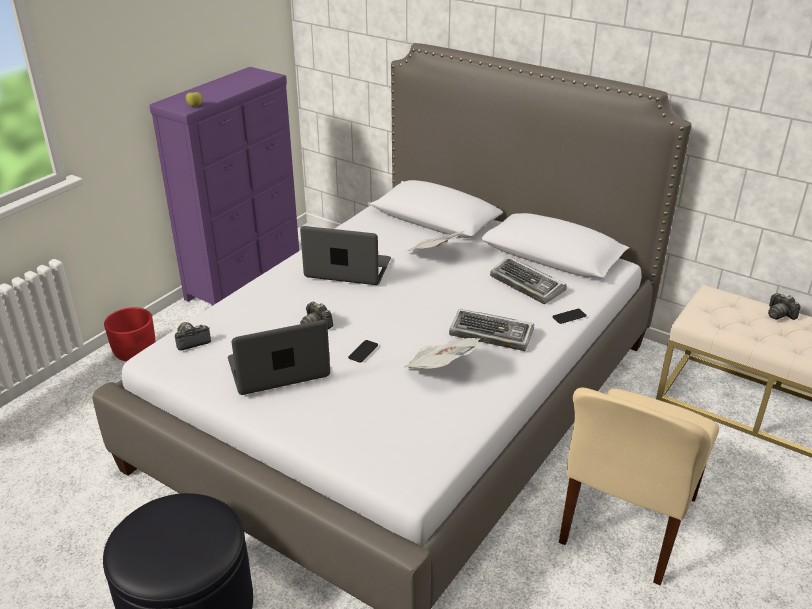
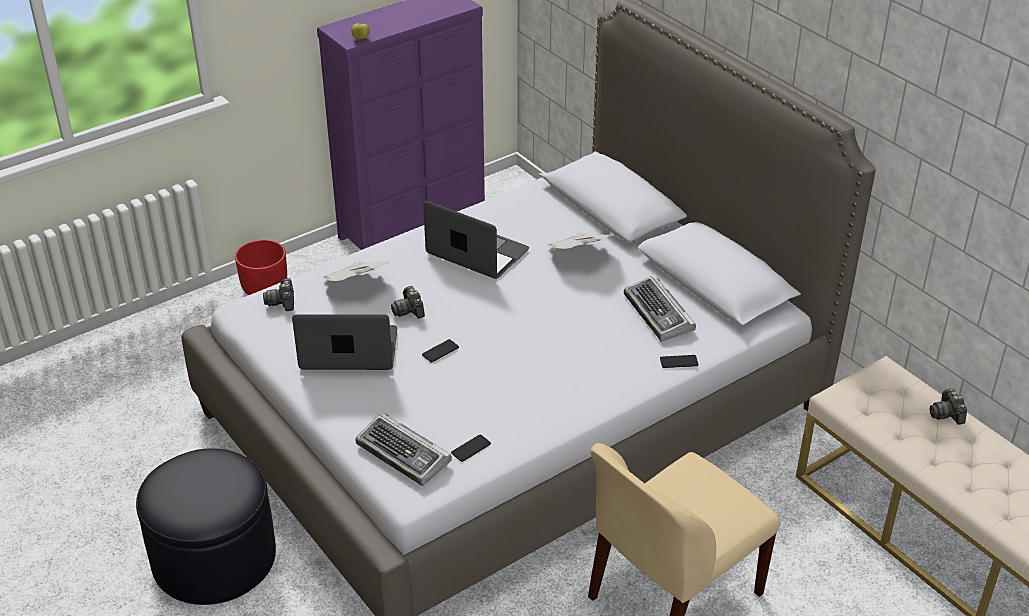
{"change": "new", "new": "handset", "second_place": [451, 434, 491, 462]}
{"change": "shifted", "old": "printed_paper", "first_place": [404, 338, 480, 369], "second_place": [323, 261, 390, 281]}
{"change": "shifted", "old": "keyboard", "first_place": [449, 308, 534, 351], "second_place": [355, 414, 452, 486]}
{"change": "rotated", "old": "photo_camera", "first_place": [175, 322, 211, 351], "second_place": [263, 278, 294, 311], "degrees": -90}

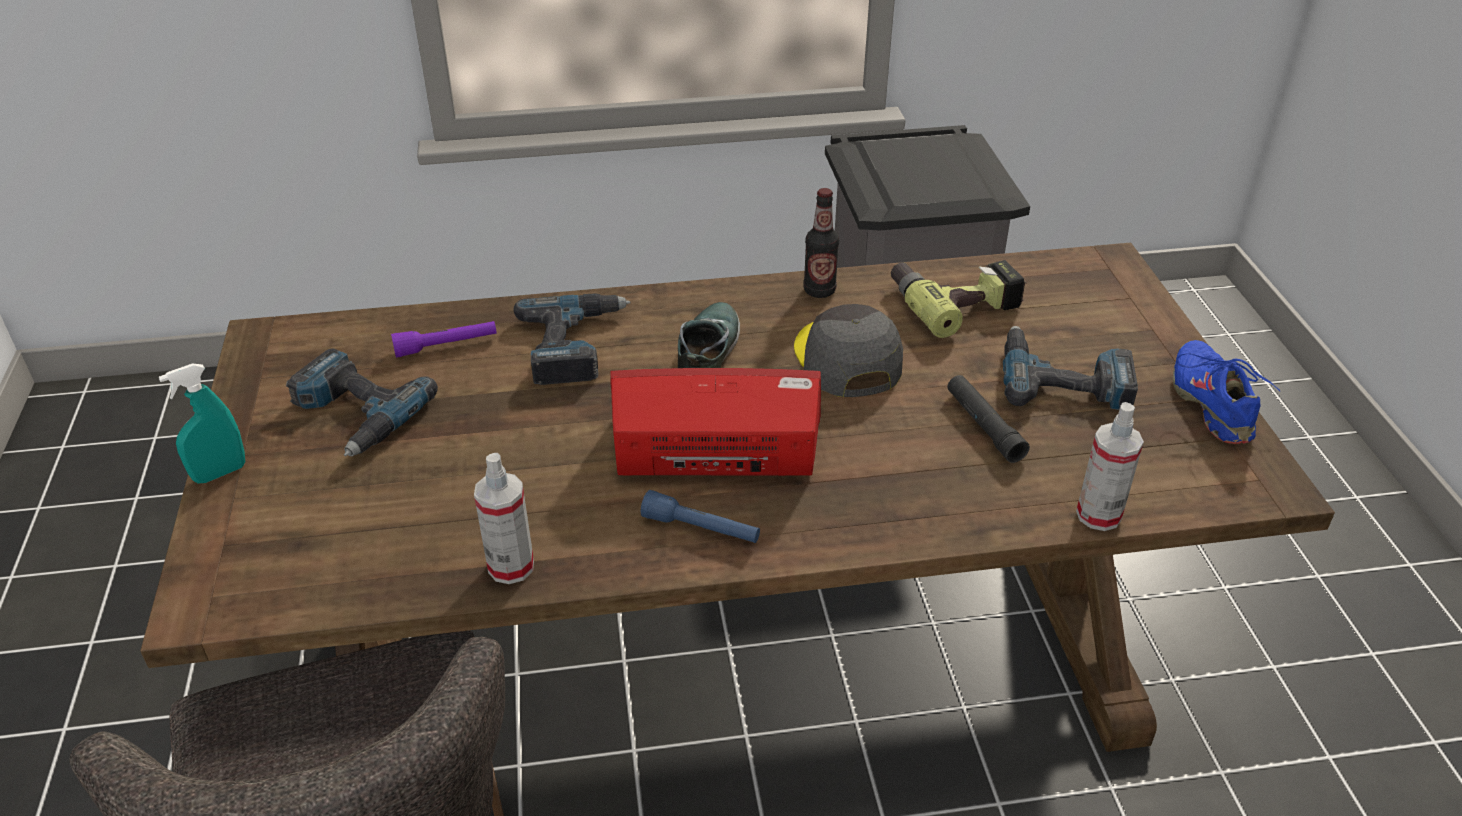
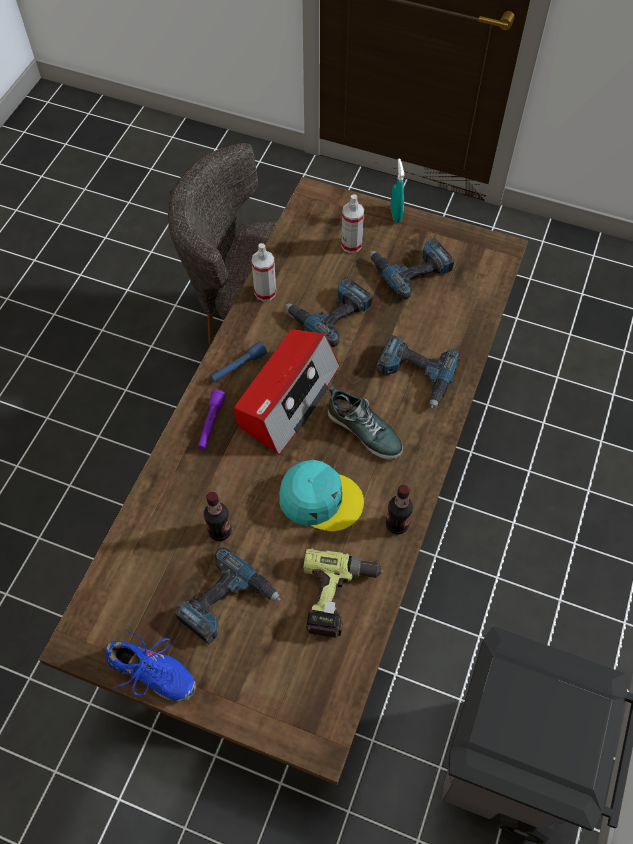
{"change": "new", "new": "power_drill", "second_place": [286, 277, 372, 347]}
{"change": "shifted", "old": "purple-coloured_hand_torch", "first_place": [391, 321, 497, 358], "second_place": [198, 390, 226, 450]}
{"change": "shifted", "old": "spray_bottle", "first_place": [1076, 402, 1144, 531], "second_place": [341, 194, 364, 253]}
{"change": "swapped", "old": "black-coloured_hand_torch", "new": "beverage_bottle", "first_place": [947, 375, 1030, 463], "second_place": [204, 492, 231, 541]}
{"change": "repainted", "old": "gray_peaked_cap", "new": "turquoise_peaked_cap", "first_place": [794, 304, 903, 397], "second_place": [279, 460, 364, 532]}

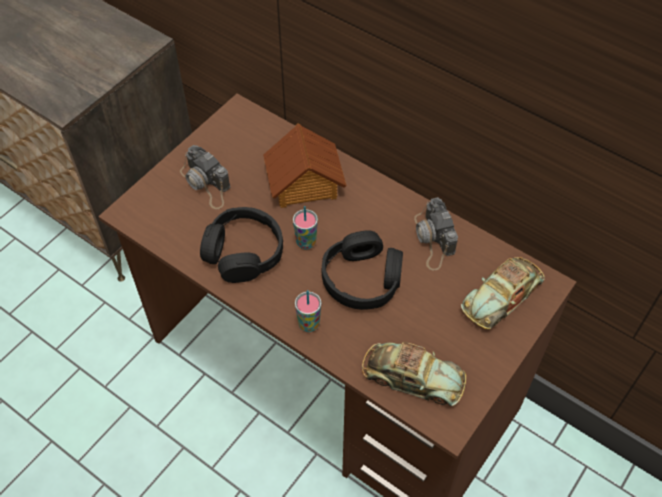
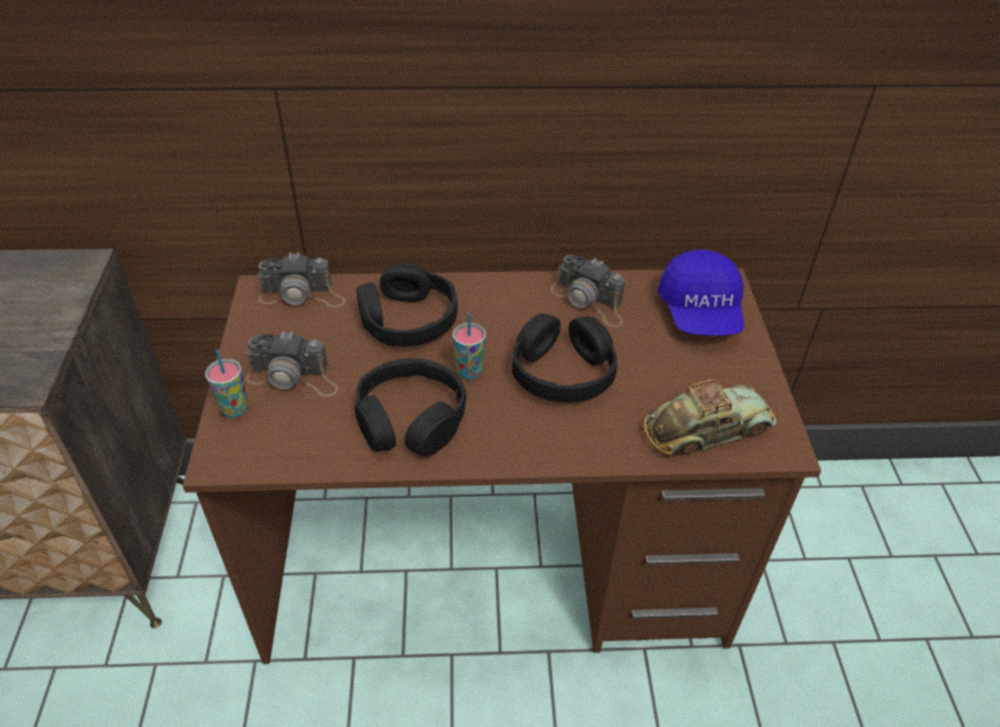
{"change": "new", "new": "photo_camera", "second_place": [257, 252, 346, 308]}
{"change": "shifted", "old": "drinking_cup", "first_place": [295, 290, 321, 332], "second_place": [205, 350, 248, 418]}
{"change": "swapped", "old": "miniature_house", "new": "black-coloured_headset", "first_place": [263, 124, 347, 208], "second_place": [356, 263, 458, 347]}
{"change": "swapped", "old": "model_car", "new": "blue_peaked_cap", "first_place": [461, 257, 545, 330], "second_place": [657, 249, 744, 336]}

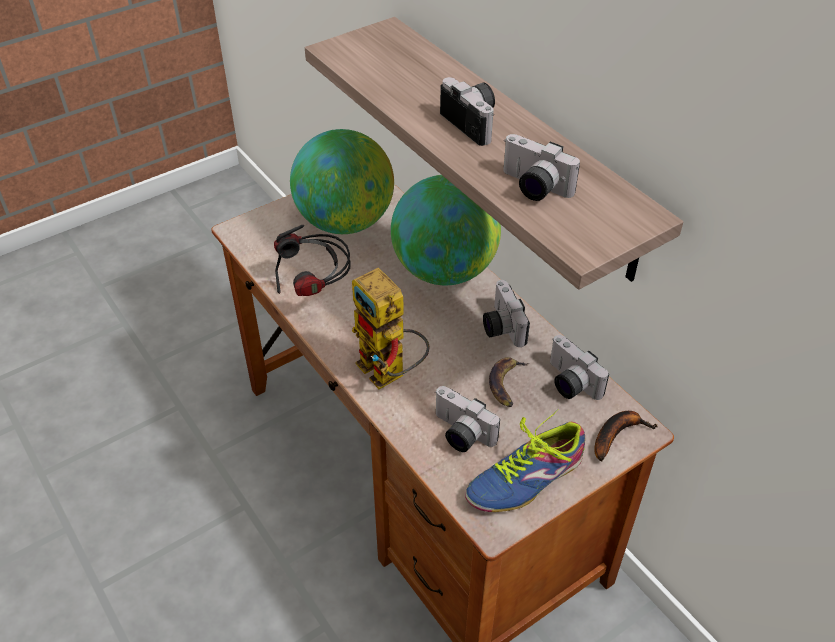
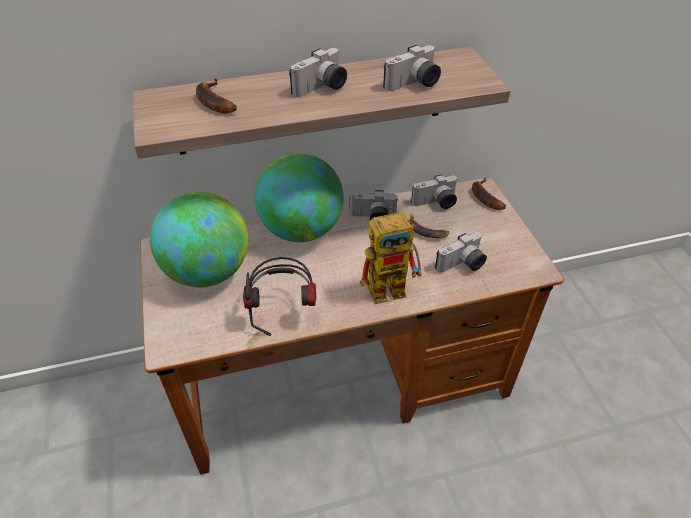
{"change": "gone", "old": "low_shoe", "first_place": [465, 409, 585, 512]}
{"change": "new", "new": "banana", "second_place": [196, 79, 237, 113]}
{"change": "rotated", "old": "photo_camera", "first_place": [440, 77, 495, 146], "second_place": [289, 48, 347, 97], "degrees": 150}

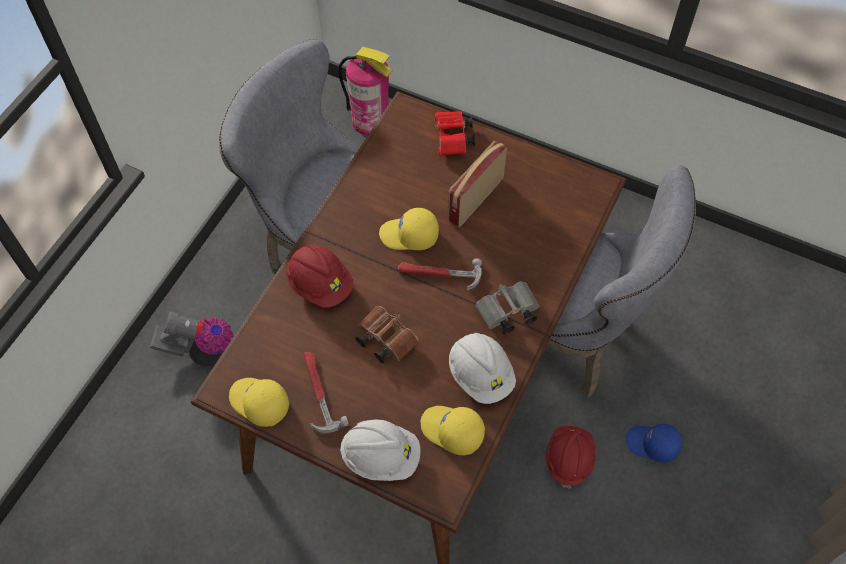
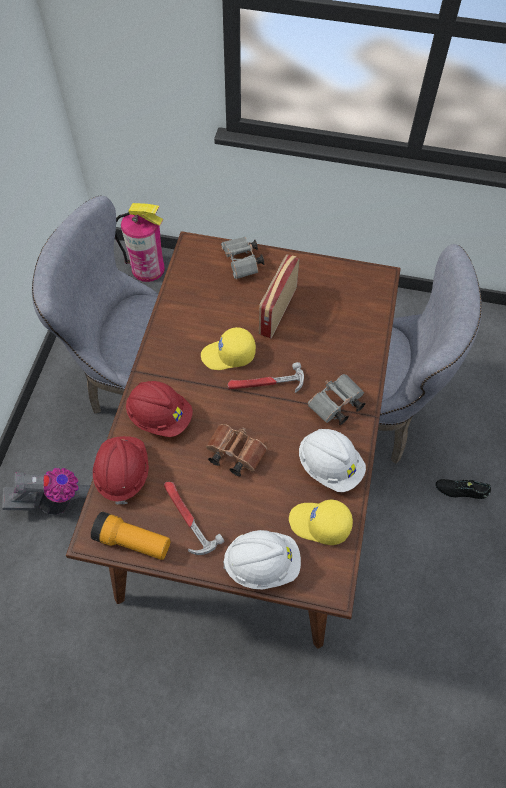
{"change": "shifted", "old": "reddish_work_helmet", "first_place": [546, 426, 595, 489], "second_place": [93, 436, 149, 504]}
{"change": "swapped", "old": "yellowish_peaked_cap", "new": "hand_torch", "first_place": [229, 378, 289, 427], "second_place": [91, 512, 170, 560]}
{"change": "swapped", "old": "blue_peaked_cap", "new": "black-coloured_low_shoe", "first_place": [626, 424, 682, 463], "second_place": [436, 479, 491, 499]}
{"change": "repainted", "old": "reddish_pair_of_binoculars", "new": "gray_pair_of_binoculars", "first_place": [434, 111, 475, 156], "second_place": [221, 237, 265, 279]}

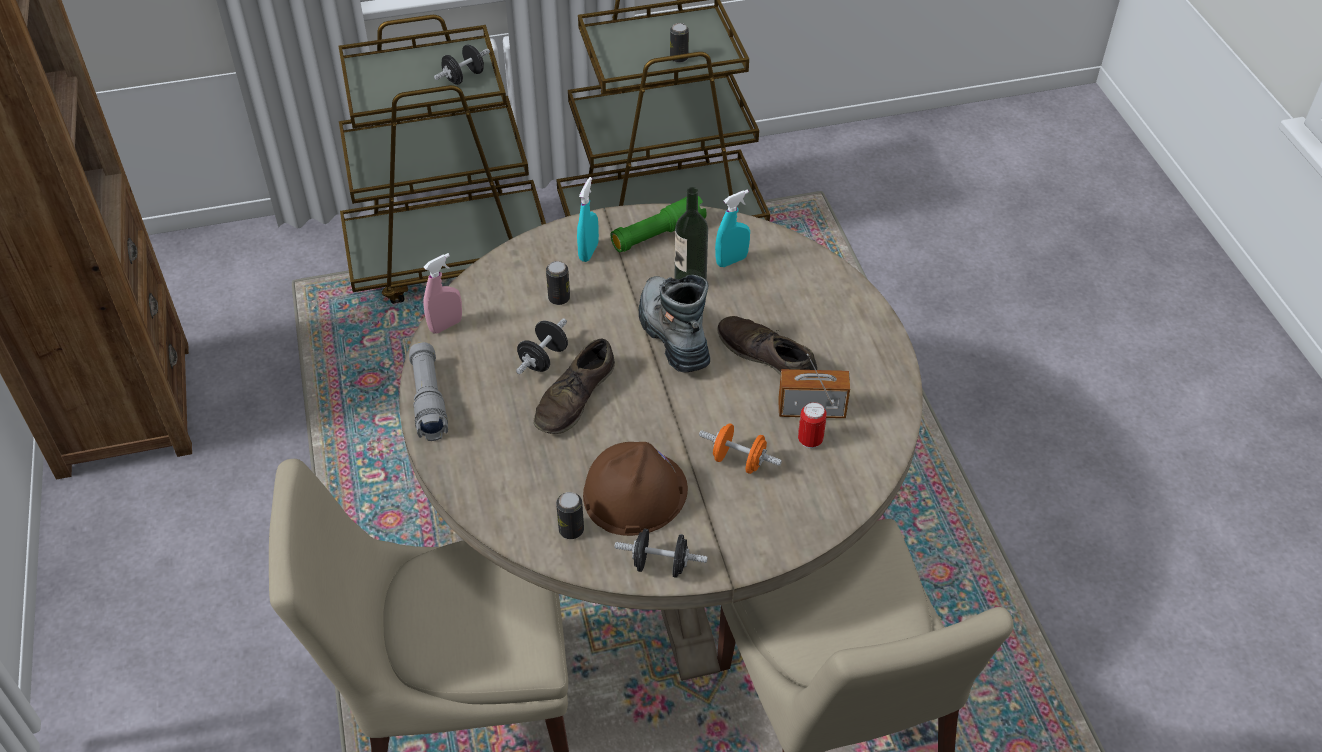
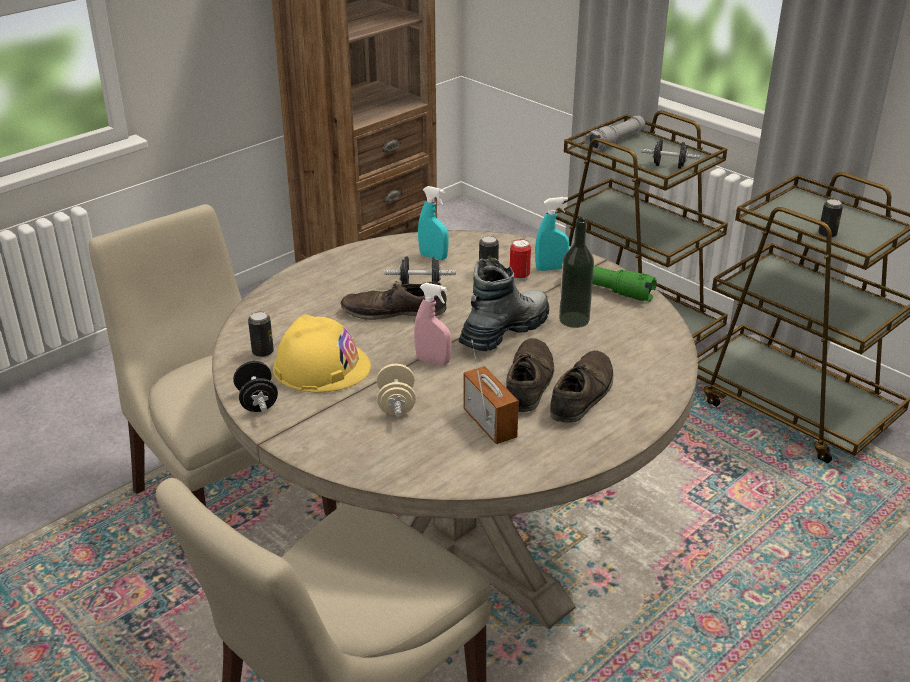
{"change": "new", "new": "brown-coloured_low_shoe", "second_place": [550, 350, 613, 423]}
{"change": "shifted", "old": "gray_hand_torch", "first_place": [409, 342, 448, 441], "second_place": [585, 116, 645, 151]}
{"change": "shifted", "old": "pinkish_spray_bottle", "first_place": [423, 253, 462, 333], "second_place": [414, 283, 452, 365]}
{"change": "shifted", "old": "turquoise_spray_bottle", "first_place": [715, 190, 750, 267], "second_place": [418, 186, 449, 260]}
{"change": "shifted", "old": "can", "first_place": [798, 402, 827, 448], "second_place": [510, 239, 531, 281]}
{"change": "repainted", "old": "brown-coloured_work_helmet", "new": "yellowish_work_helmet", "first_place": [583, 442, 688, 536], "second_place": [273, 314, 371, 392]}
{"change": "repainted", "old": "orange_hand_weight", "new": "beige-coloured_hand_weight", "first_place": [699, 423, 782, 474], "second_place": [376, 364, 416, 417]}

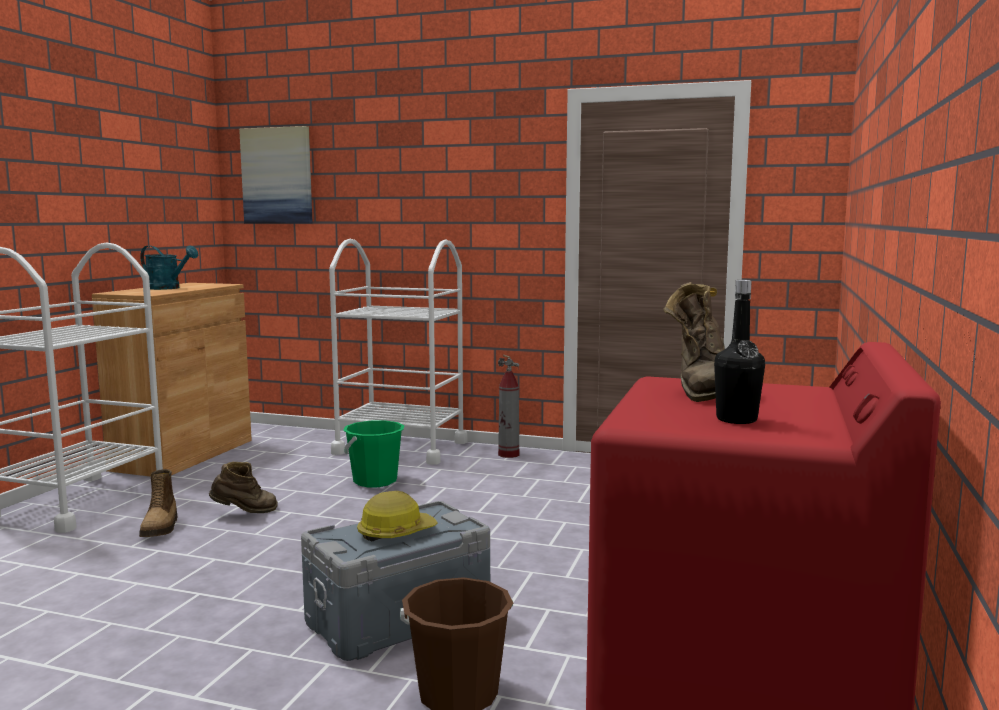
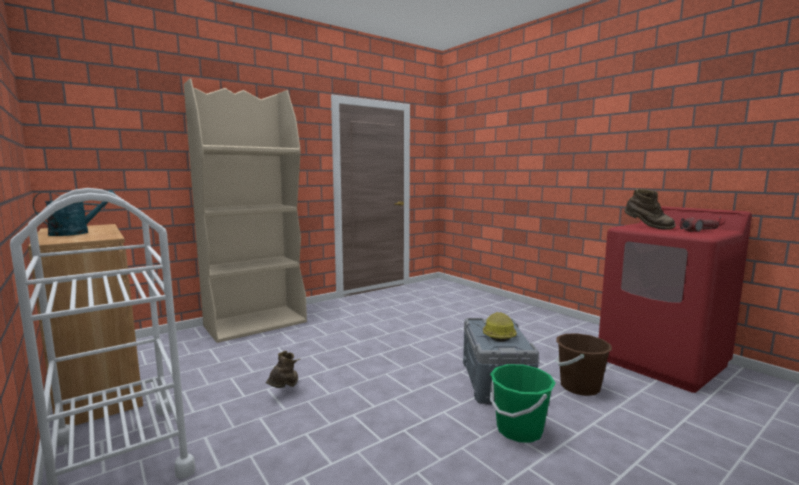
{"change": "gone", "old": "tall_boot", "first_place": [139, 469, 177, 537]}
{"change": "gone", "old": "wall_art", "first_place": [239, 126, 313, 224]}
{"change": "gone", "old": "fire-fighting_cylinder", "first_place": [498, 355, 519, 458]}
{"change": "shifted", "old": "green_water_bucket", "first_place": [343, 420, 404, 487], "second_place": [490, 364, 555, 443]}
{"change": "swapped", "old": "white_wheeled_cart", "new": "beige-coloured_shelving_unit", "first_place": [329, 239, 467, 465], "second_place": [184, 78, 307, 343]}
{"change": "swapped", "old": "black-coloured_beverage_bottle", "new": "hand_torch", "first_place": [714, 280, 765, 424], "second_place": [680, 218, 719, 232]}

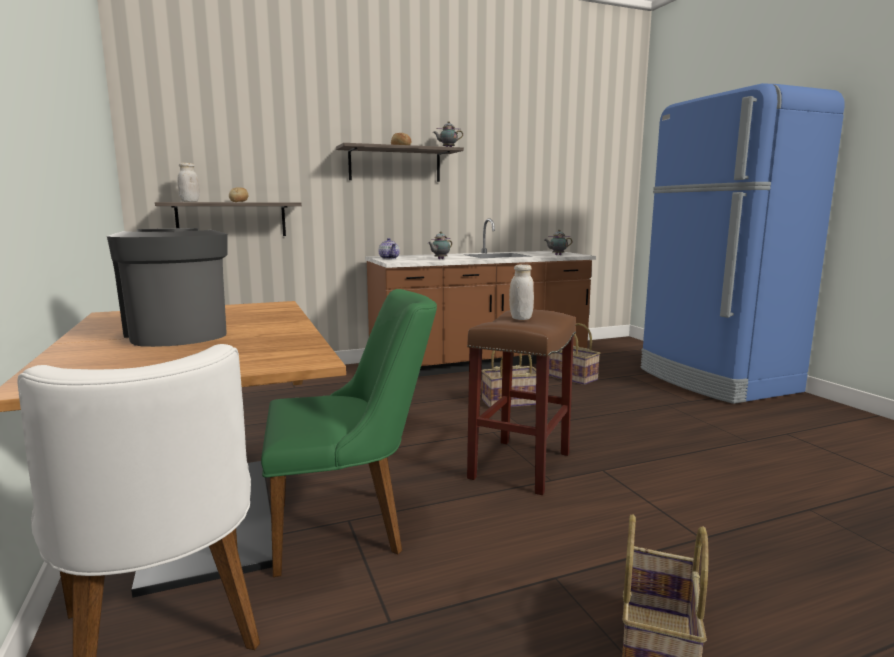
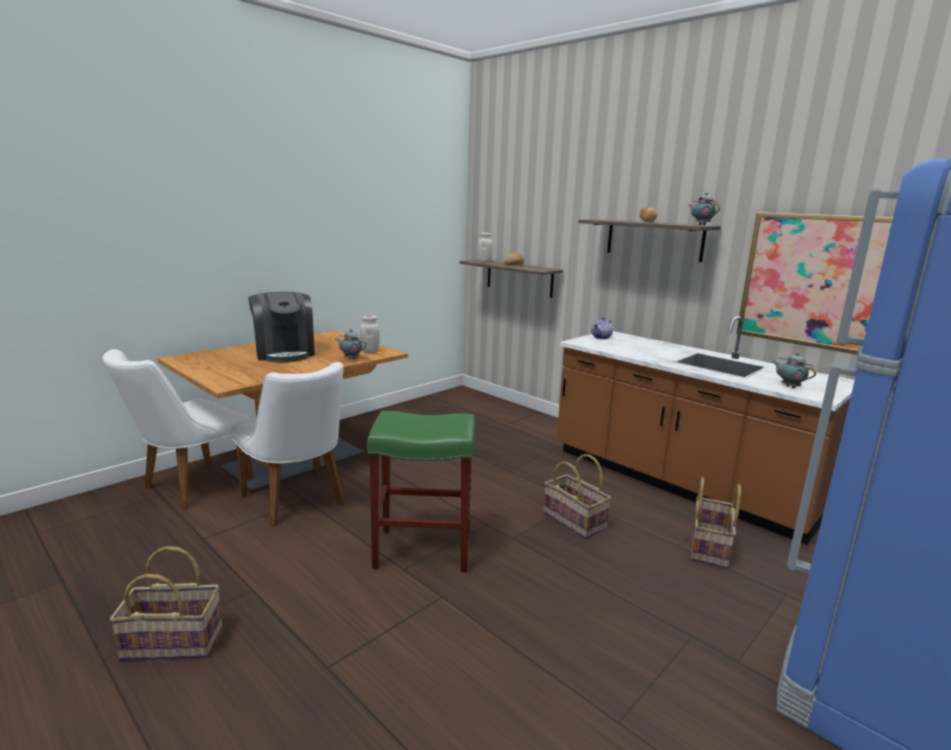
{"change": "new", "new": "wall_art", "second_place": [736, 212, 893, 355]}
{"change": "shifted", "old": "teapot", "first_place": [428, 232, 452, 259], "second_place": [336, 329, 367, 359]}
{"change": "shifted", "old": "white_jar", "first_place": [509, 264, 534, 320], "second_place": [360, 315, 380, 353]}
{"change": "repainted", "old": "green_upright_chair", "new": "white_upright_chair", "first_place": [261, 289, 437, 577], "second_place": [231, 362, 344, 526]}
{"change": "repainted", "old": "brown-coloured_stool_seat", "new": "green_stool_seat", "first_place": [467, 309, 576, 495], "second_place": [367, 411, 475, 572]}
{"change": "rotated", "old": "coffee_brewer", "first_place": [107, 228, 227, 347], "second_place": [248, 292, 315, 362], "degrees": 120}

